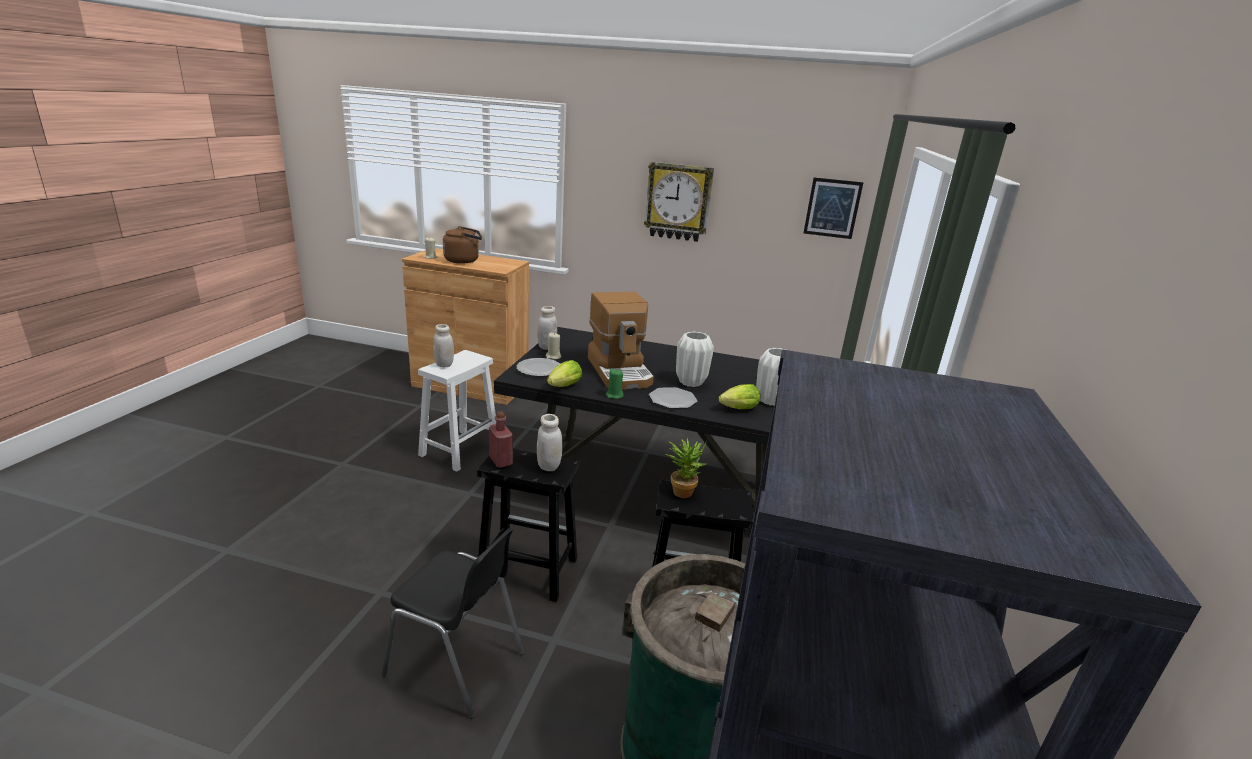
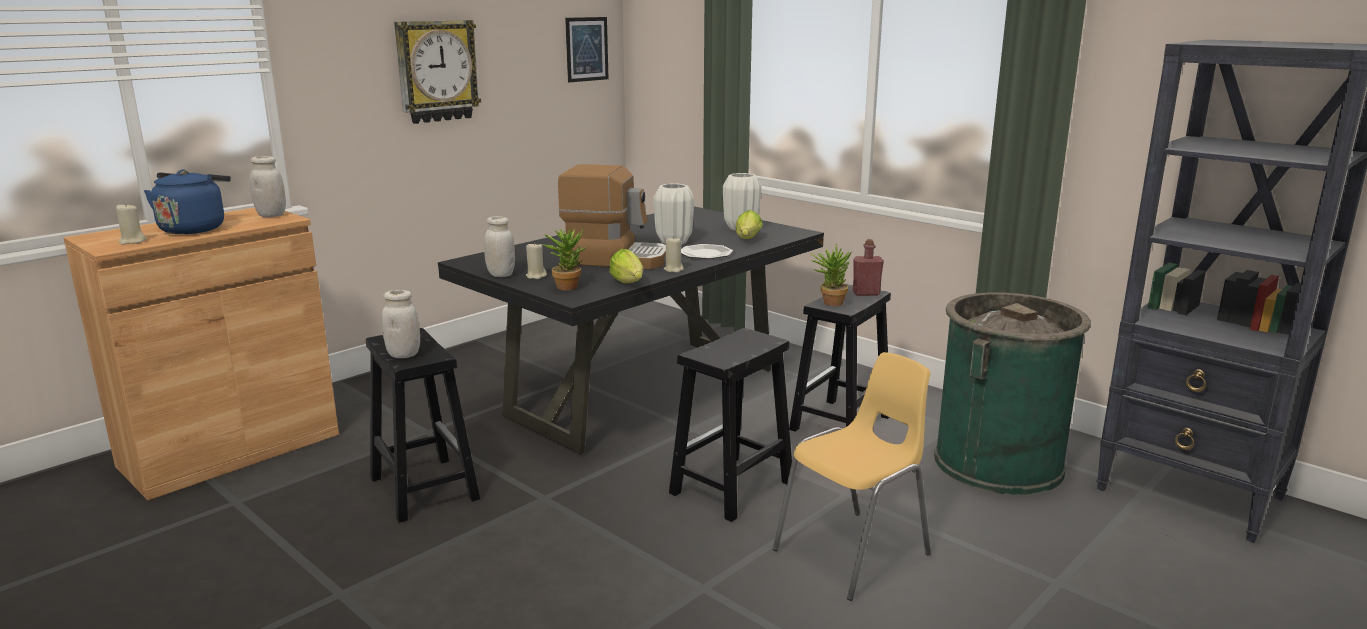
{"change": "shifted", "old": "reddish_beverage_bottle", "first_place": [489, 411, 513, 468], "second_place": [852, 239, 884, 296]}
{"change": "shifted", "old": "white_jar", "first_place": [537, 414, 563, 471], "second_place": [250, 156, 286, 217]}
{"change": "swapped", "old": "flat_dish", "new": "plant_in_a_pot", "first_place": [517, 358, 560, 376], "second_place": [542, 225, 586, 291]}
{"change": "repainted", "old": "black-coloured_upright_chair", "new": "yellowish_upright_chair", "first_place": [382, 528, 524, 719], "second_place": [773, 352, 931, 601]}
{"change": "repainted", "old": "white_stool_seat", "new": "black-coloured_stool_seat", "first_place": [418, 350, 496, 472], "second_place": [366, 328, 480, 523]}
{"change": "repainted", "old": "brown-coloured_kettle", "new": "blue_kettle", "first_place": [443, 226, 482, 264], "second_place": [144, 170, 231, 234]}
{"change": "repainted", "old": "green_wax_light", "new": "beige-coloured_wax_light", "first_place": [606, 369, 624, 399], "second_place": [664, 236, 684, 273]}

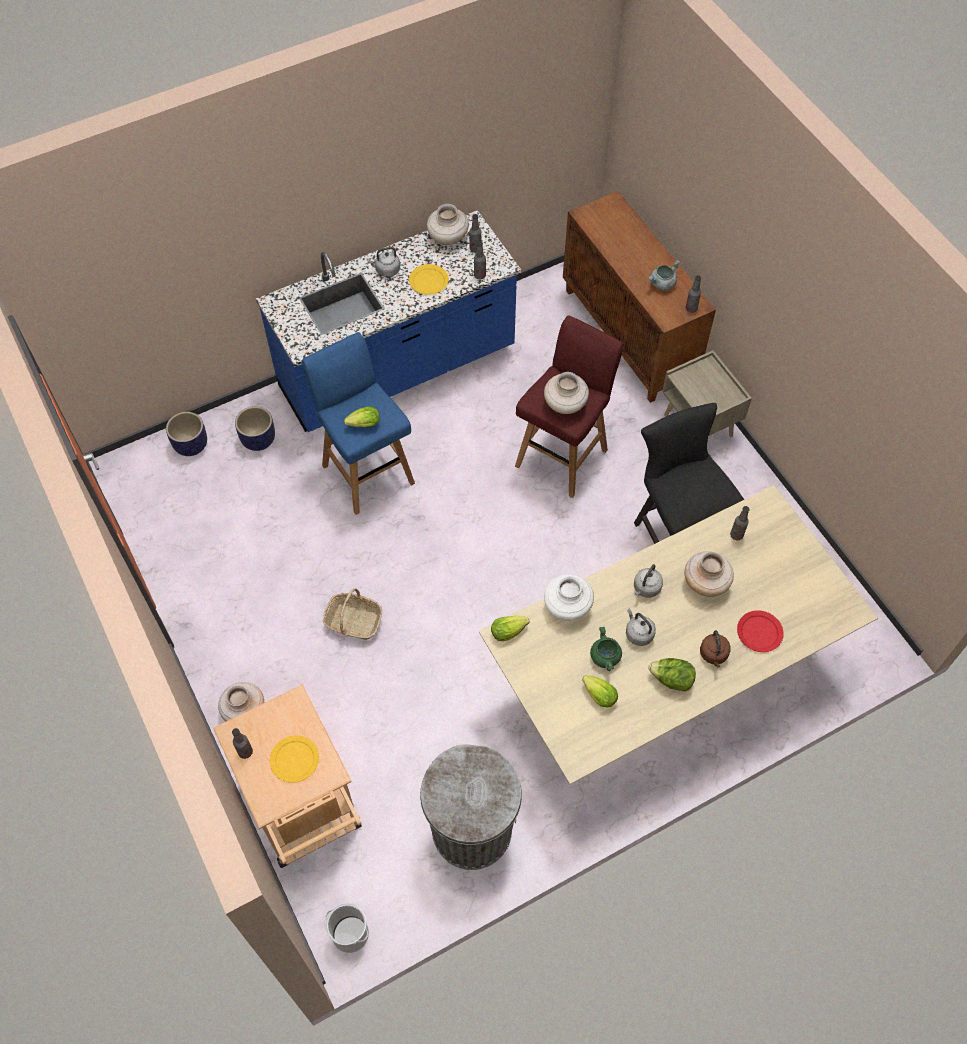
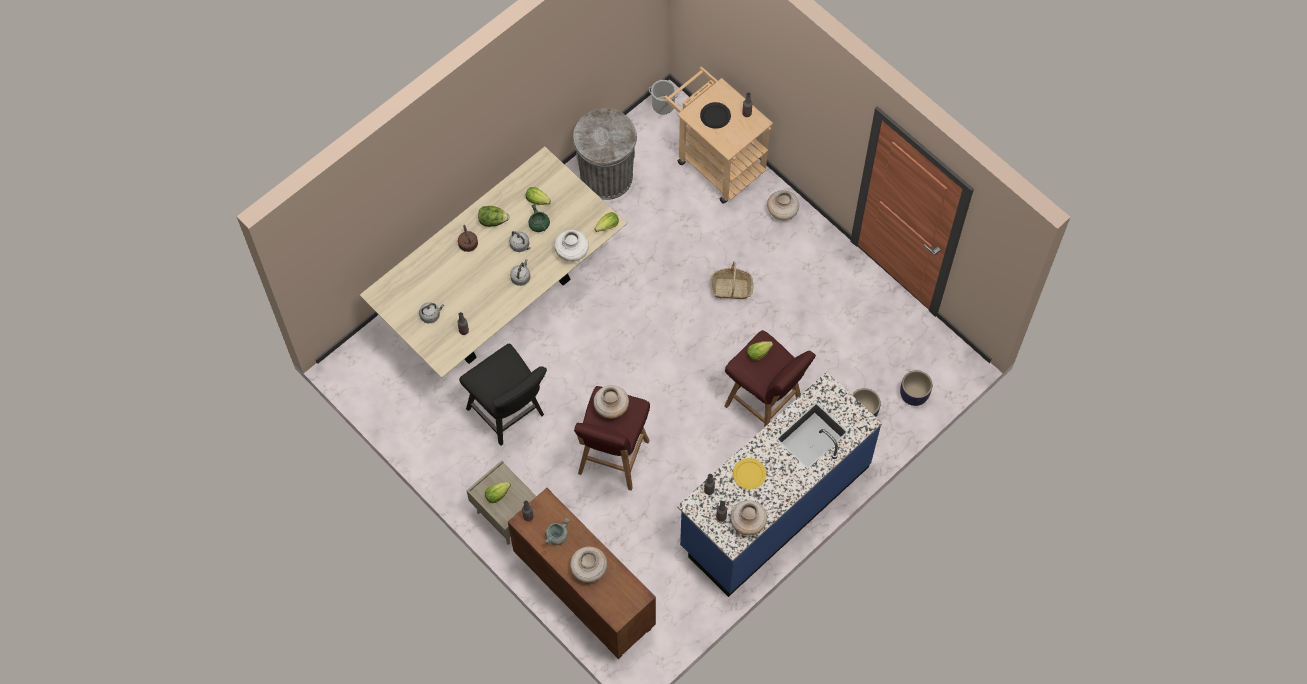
{"change": "gone", "old": "reddish_flat_dish", "first_place": [737, 610, 784, 652]}
{"change": "new", "new": "head_of_lettuce", "second_place": [485, 482, 511, 503]}
{"change": "shifted", "old": "gray_kettle", "first_place": [367, 247, 400, 277], "second_place": [419, 302, 444, 323]}
{"change": "shifted", "old": "beige-coloured_vase", "first_place": [685, 551, 734, 597], "second_place": [570, 546, 607, 583]}
{"change": "repainted", "old": "yellowish_flat_dish", "new": "black-coloured_flat_dish", "first_place": [270, 735, 319, 783], "second_place": [700, 102, 731, 129]}
{"change": "repainted", "old": "blue_stool_seat", "new": "reddish_stool_seat", "first_place": [302, 332, 415, 515], "second_place": [724, 330, 816, 427]}

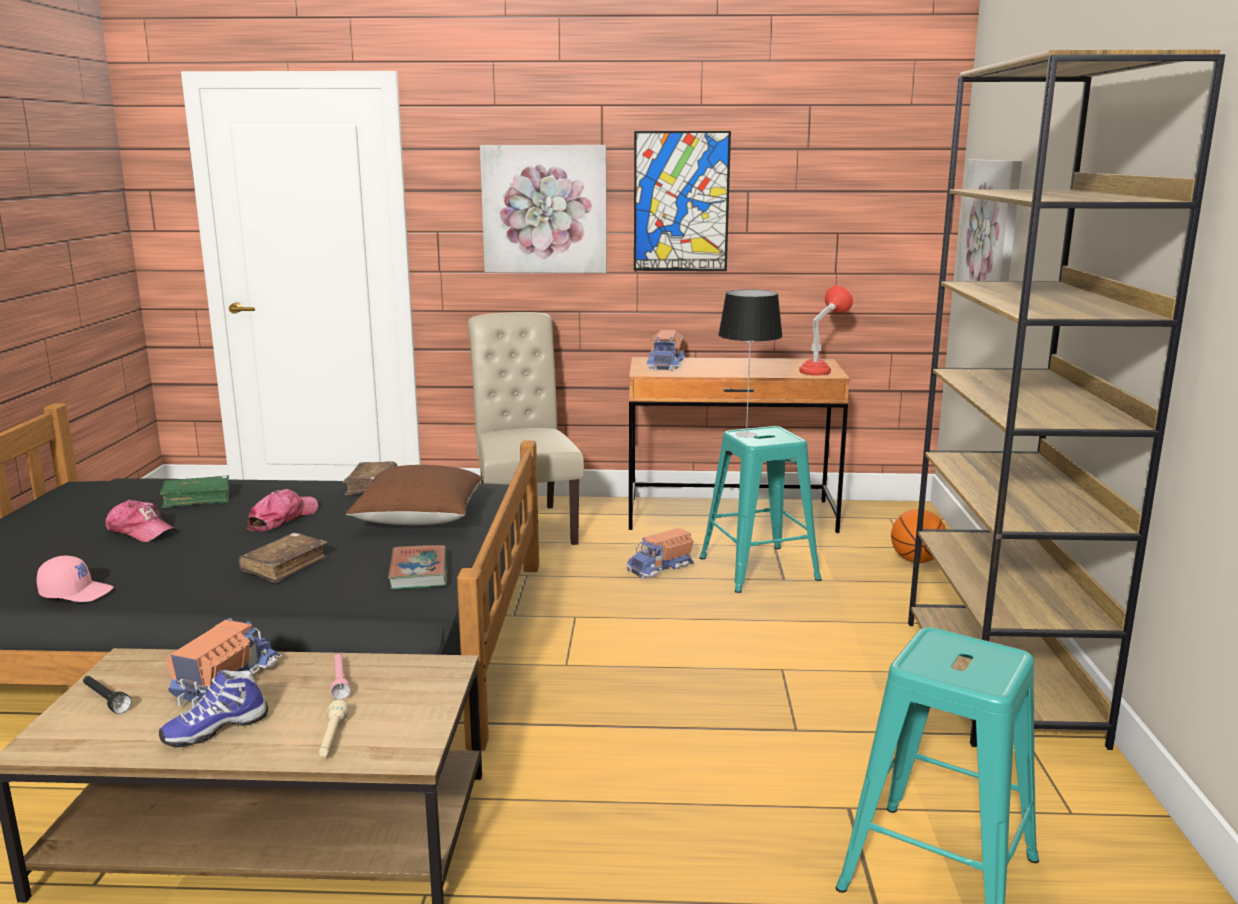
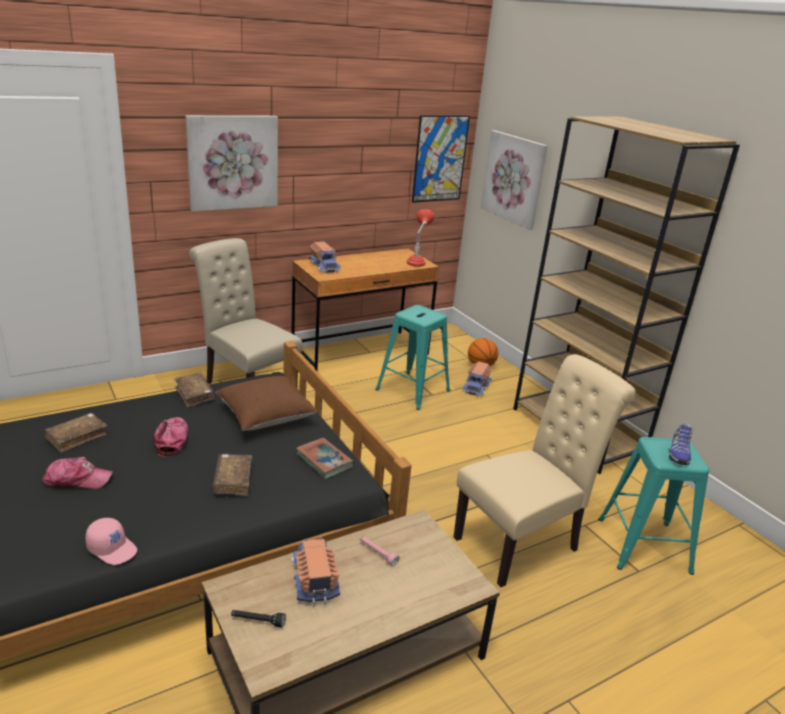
{"change": "gone", "old": "beige-coloured_hand_torch", "first_place": [319, 700, 349, 757]}
{"change": "gone", "old": "lamp_for_a_table", "first_place": [718, 289, 783, 437]}
{"change": "new", "new": "beige-coloured_upright_chair", "second_place": [454, 354, 636, 587]}
{"change": "shifted", "old": "low_shoe", "first_place": [159, 670, 268, 747], "second_place": [668, 423, 693, 465]}
{"change": "shifted", "old": "model_truck", "first_place": [626, 528, 694, 579], "second_place": [462, 361, 492, 397]}
{"change": "shifted", "old": "wall_art", "first_place": [634, 131, 731, 271], "second_place": [412, 115, 470, 203]}
{"change": "repainted", "old": "green_bound_book", "new": "brown-coloured_bound_book", "first_place": [160, 475, 230, 508], "second_place": [44, 413, 108, 453]}
{"change": "rotated", "old": "pinkish_peaked_cap", "first_place": [37, 556, 114, 602], "second_place": [86, 518, 137, 565], "degrees": 60}

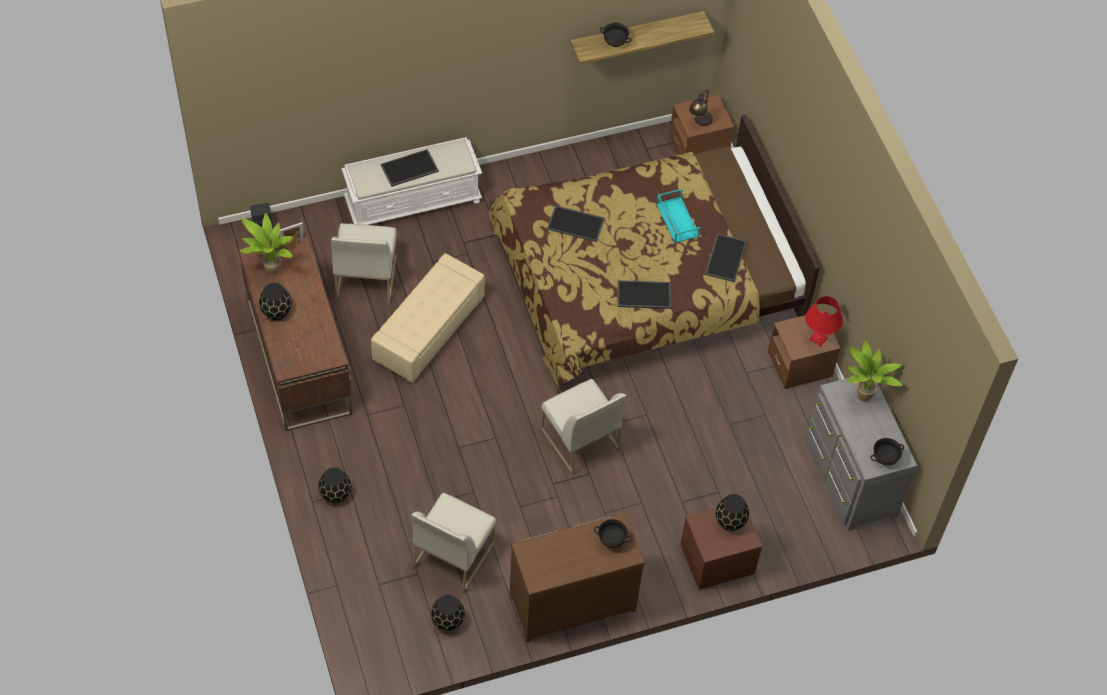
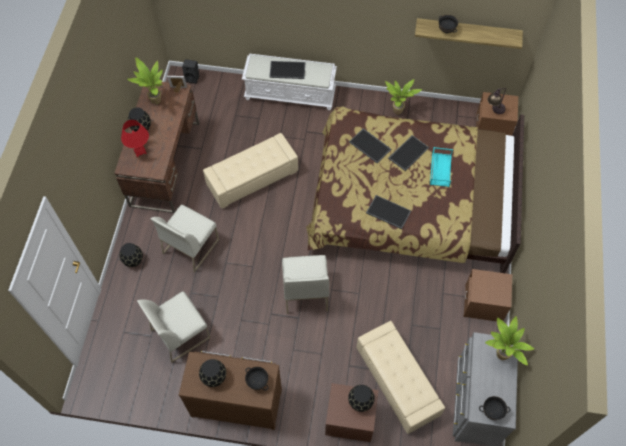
{"change": "new", "new": "beige-coloured_ottoman", "second_place": [356, 321, 445, 434]}
{"change": "new", "new": "plant_in_a_pot", "second_place": [385, 79, 422, 114]}
{"change": "shifted", "old": "white_upright_chair", "first_place": [331, 223, 397, 304], "second_place": [150, 204, 219, 272]}
{"change": "shifted", "old": "black-coloured_vase", "first_place": [431, 595, 465, 631], "second_place": [199, 359, 226, 387]}
{"change": "shifted", "old": "serving_tray", "first_place": [705, 234, 747, 282], "second_place": [388, 135, 429, 171]}
{"change": "shifted", "old": "reddish_lamp_for_a_table", "first_place": [805, 296, 843, 347], "second_place": [121, 120, 149, 157]}

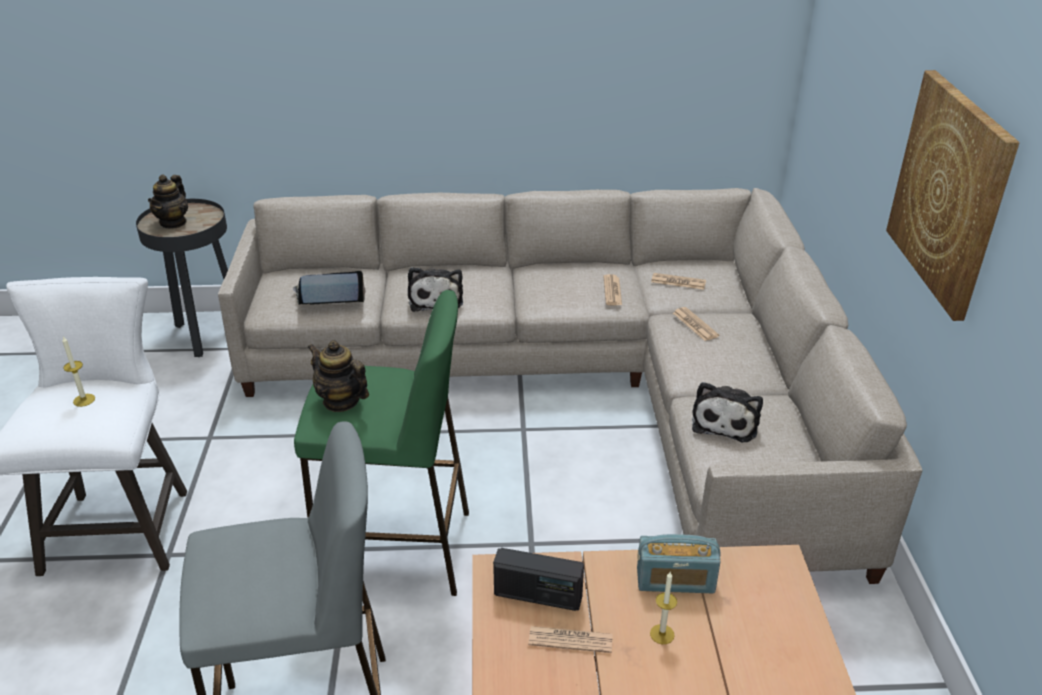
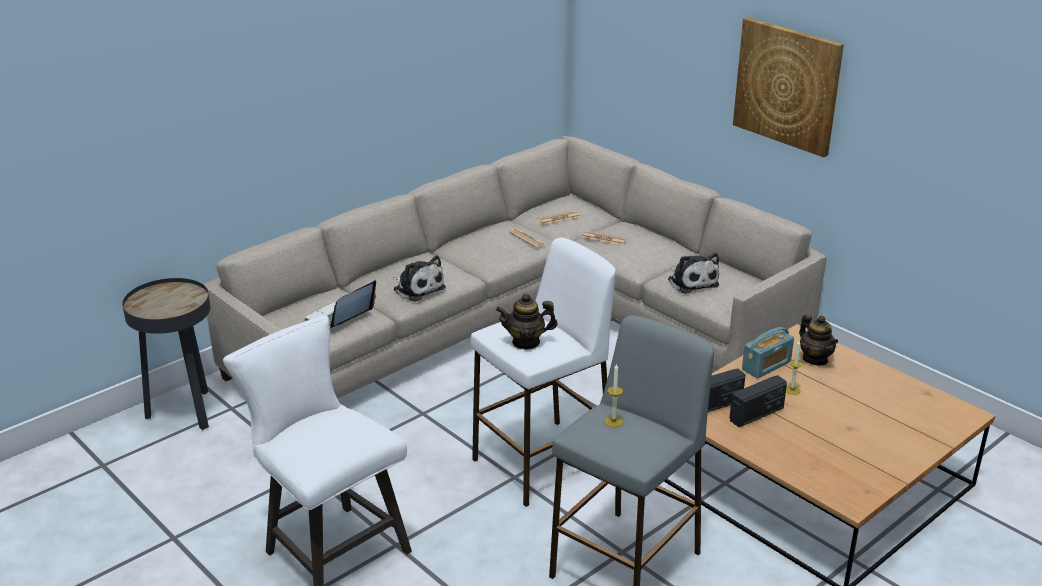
{"change": "shifted", "old": "wax_light", "first_place": [62, 336, 95, 407], "second_place": [604, 363, 623, 427]}
{"change": "shifted", "old": "teapot", "first_place": [148, 174, 188, 229], "second_place": [799, 314, 838, 366]}
{"change": "swapped", "old": "printed_paper", "new": "radio_receiver", "first_place": [528, 626, 613, 653], "second_place": [730, 375, 787, 427]}
{"change": "repainted", "old": "green_stool_seat", "new": "white_stool_seat", "first_place": [294, 290, 469, 596], "second_place": [471, 237, 616, 507]}

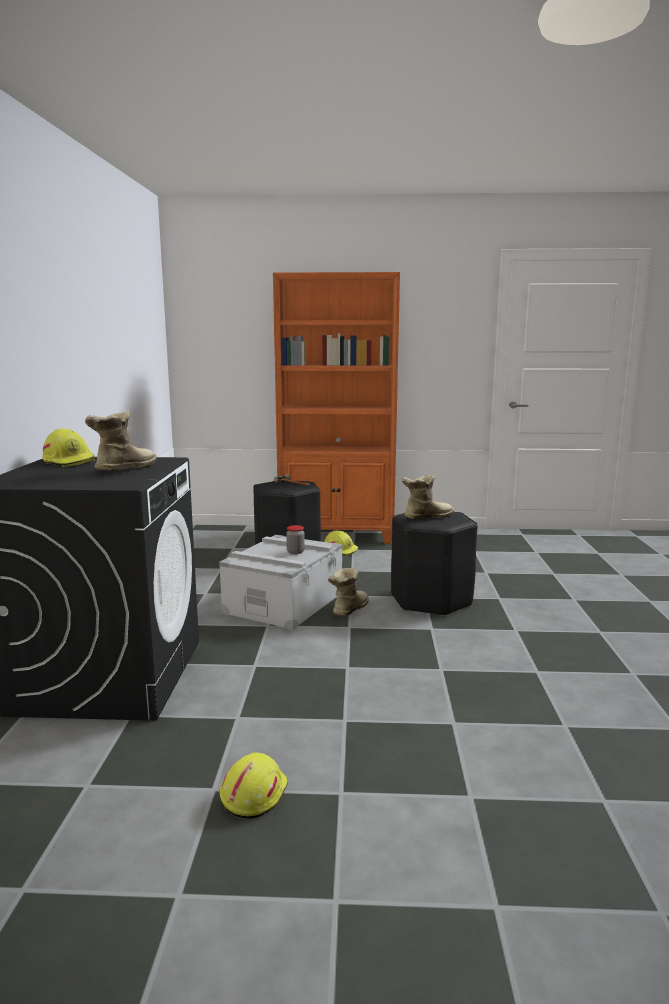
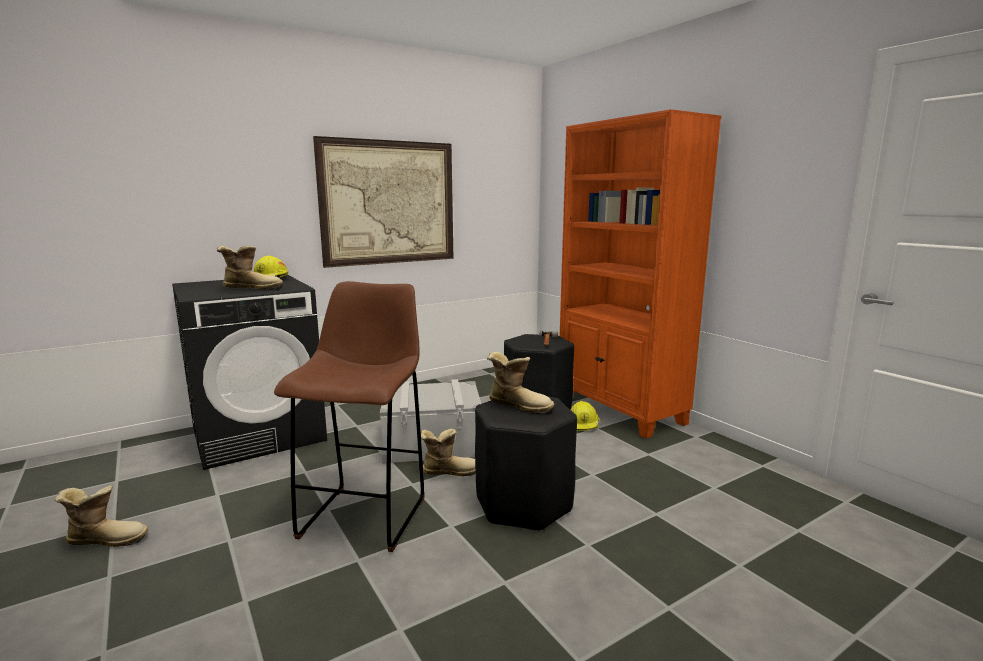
{"change": "gone", "old": "jar", "first_place": [286, 525, 305, 554]}
{"change": "new", "new": "brown-coloured_stool_seat", "second_place": [274, 281, 425, 552]}
{"change": "new", "new": "wall_art", "second_place": [313, 136, 453, 268]}
{"change": "swapped", "old": "yellowish_work_helmet", "new": "tall_boot", "first_place": [219, 752, 288, 819], "second_place": [54, 486, 148, 547]}

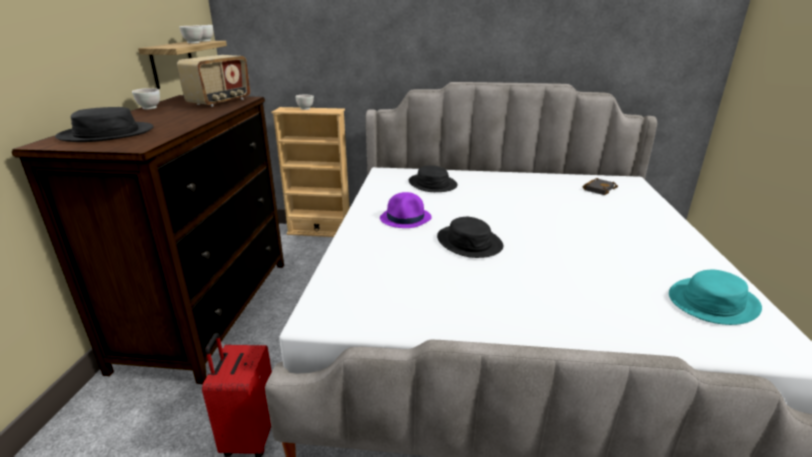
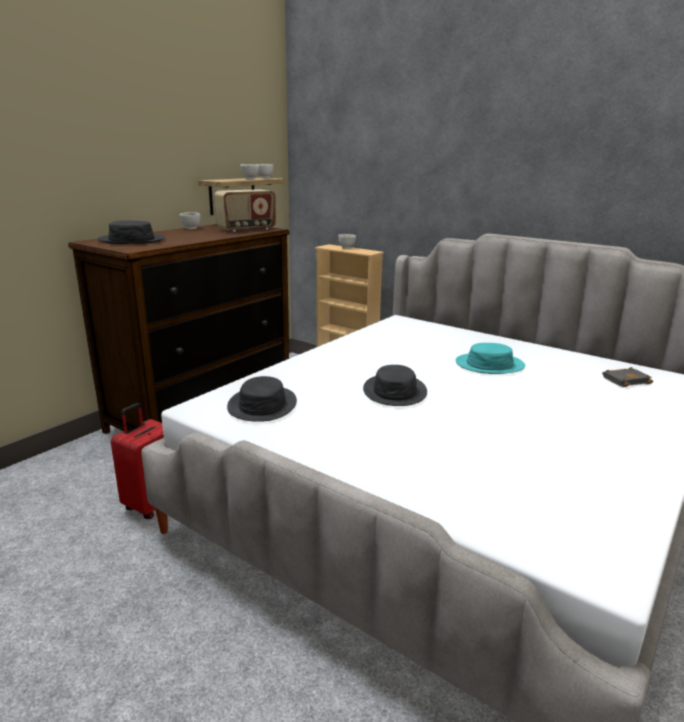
{"change": "gone", "old": "purple-coloured_hat", "first_place": [380, 192, 432, 228]}
{"change": "shifted", "old": "black-coloured_hat", "first_place": [409, 166, 458, 192], "second_place": [227, 376, 297, 422]}
{"change": "shifted", "old": "turquoise_hat", "first_place": [669, 270, 762, 325], "second_place": [455, 343, 525, 374]}

